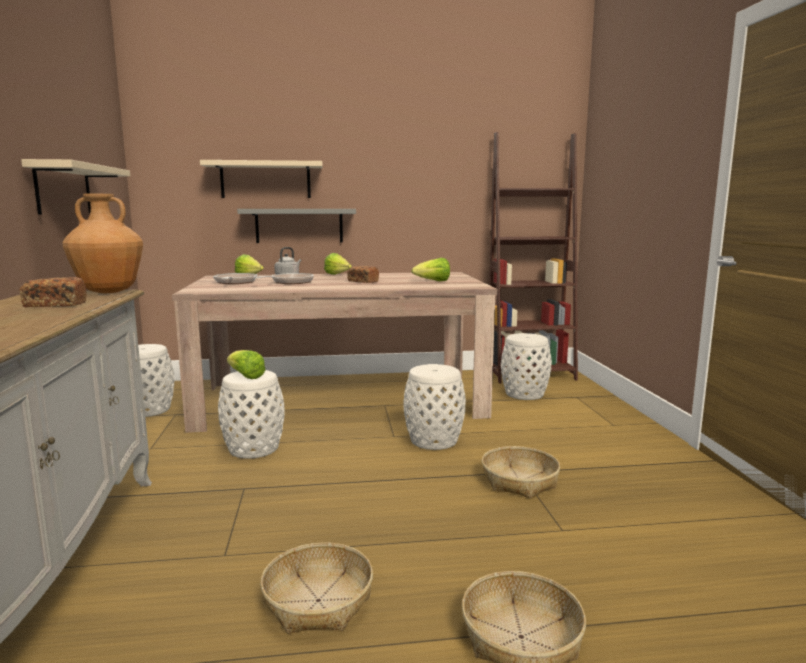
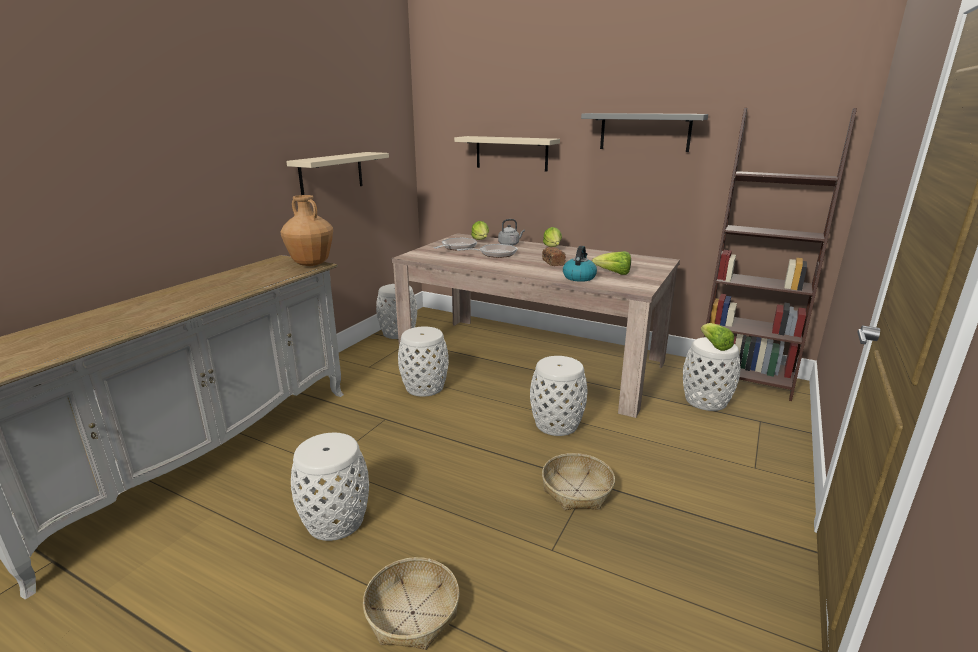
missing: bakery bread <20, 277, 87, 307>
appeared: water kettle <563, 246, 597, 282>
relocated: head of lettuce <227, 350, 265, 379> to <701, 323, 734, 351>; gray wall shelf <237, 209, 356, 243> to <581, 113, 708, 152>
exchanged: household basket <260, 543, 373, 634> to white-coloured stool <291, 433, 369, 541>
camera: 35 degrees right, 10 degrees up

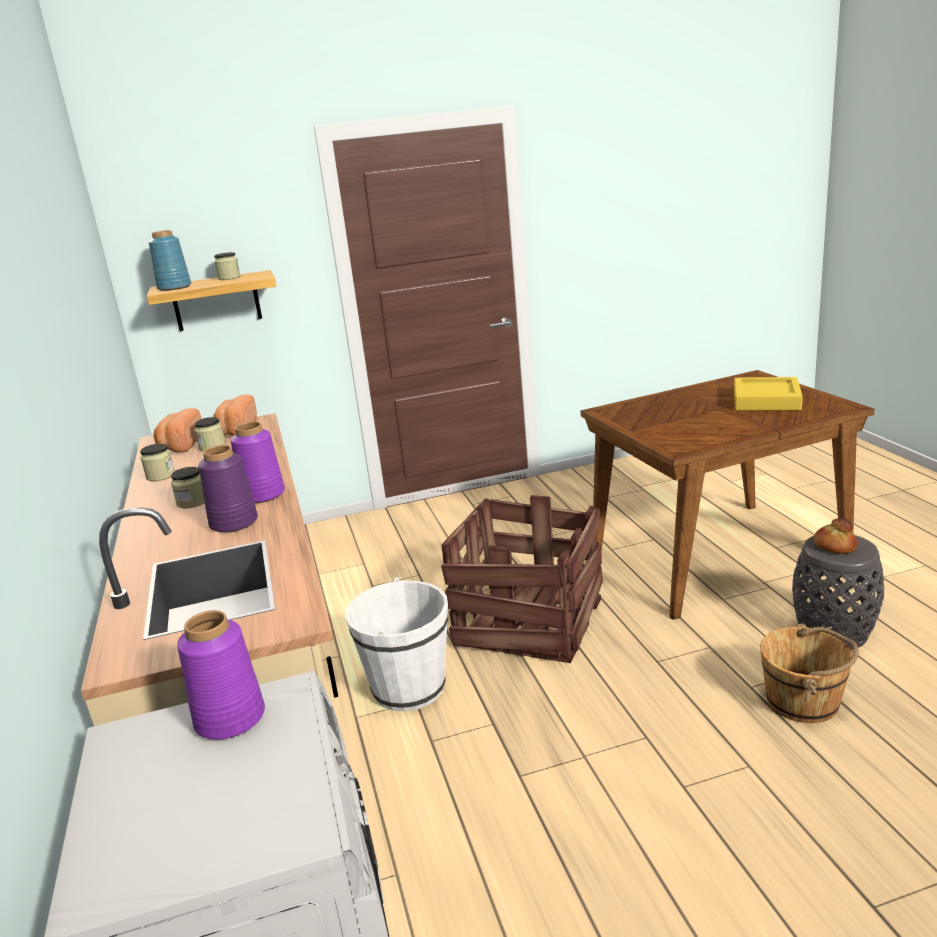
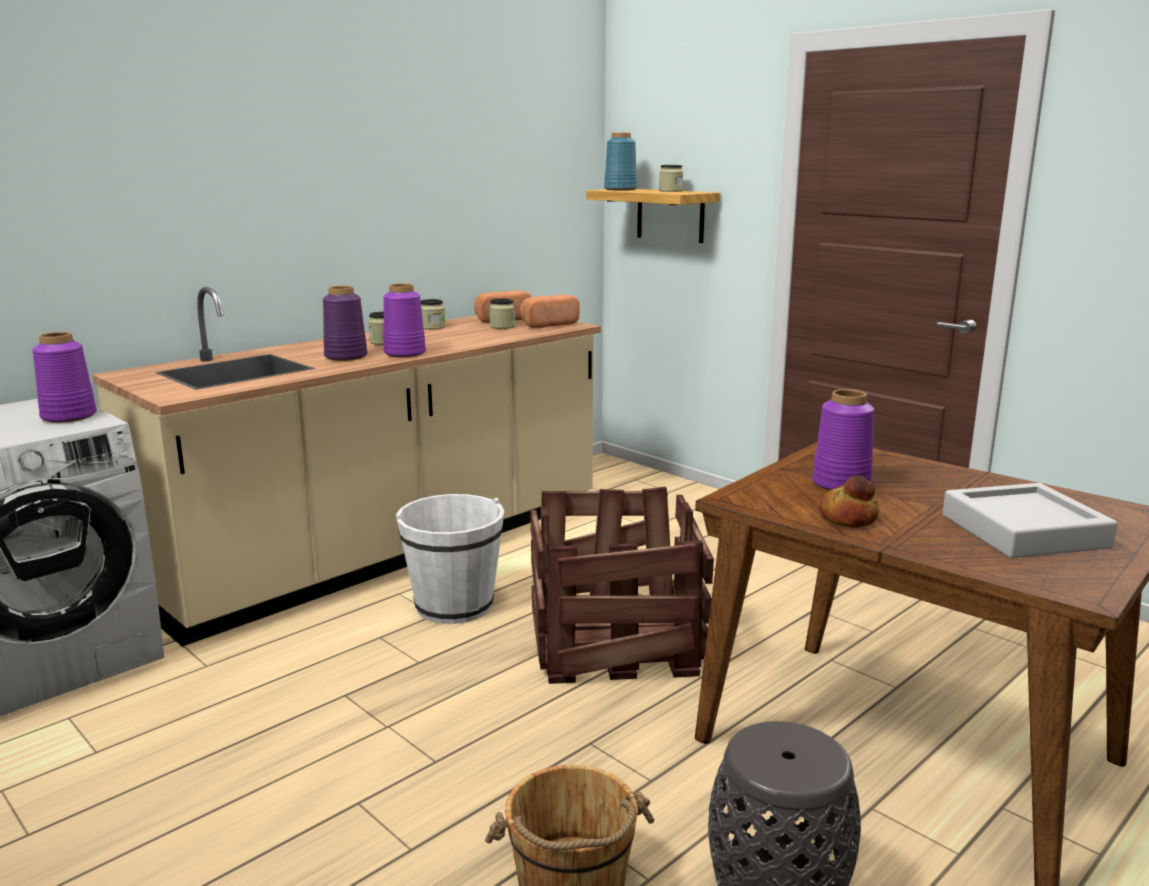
appeared: purple decorative vase <812, 389, 874, 491>
relocated: bakery bread <814, 518, 858, 554> to <819, 475, 880, 528>
colour: yellowish carrying tray <734, 377, 803, 411> to gray carrying tray <942, 483, 1118, 558>
camera: 60 degrees right, 5 degrees down

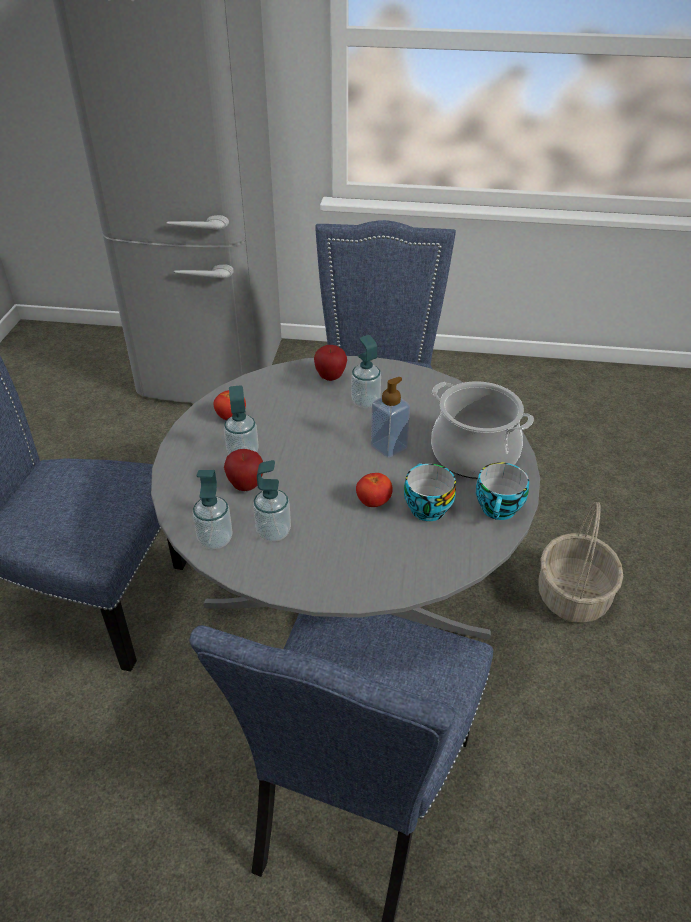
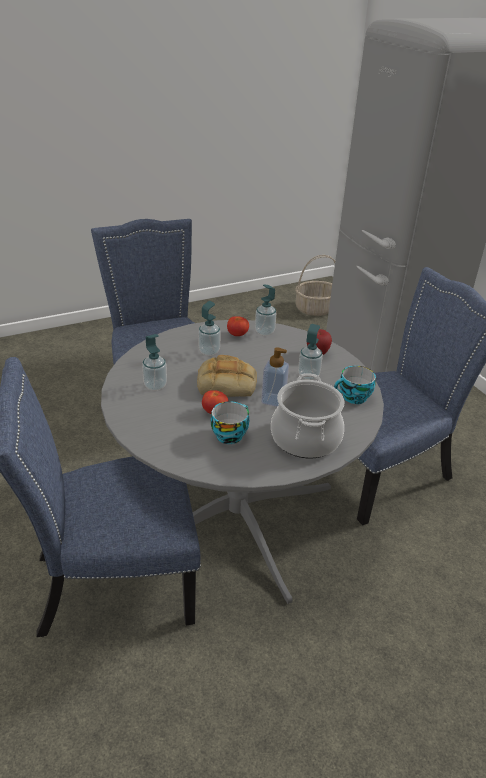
missing: apple fruit <224, 449, 263, 491>
appeared: bakery bread <197, 355, 257, 397>
relocated: soap bottle <193, 470, 233, 550> to <255, 285, 276, 336>; cup <476, 462, 529, 520> to <334, 366, 376, 404>; household basket <538, 502, 623, 623> to <295, 255, 335, 316>
camera: 55 degrees right, 5 degrees down

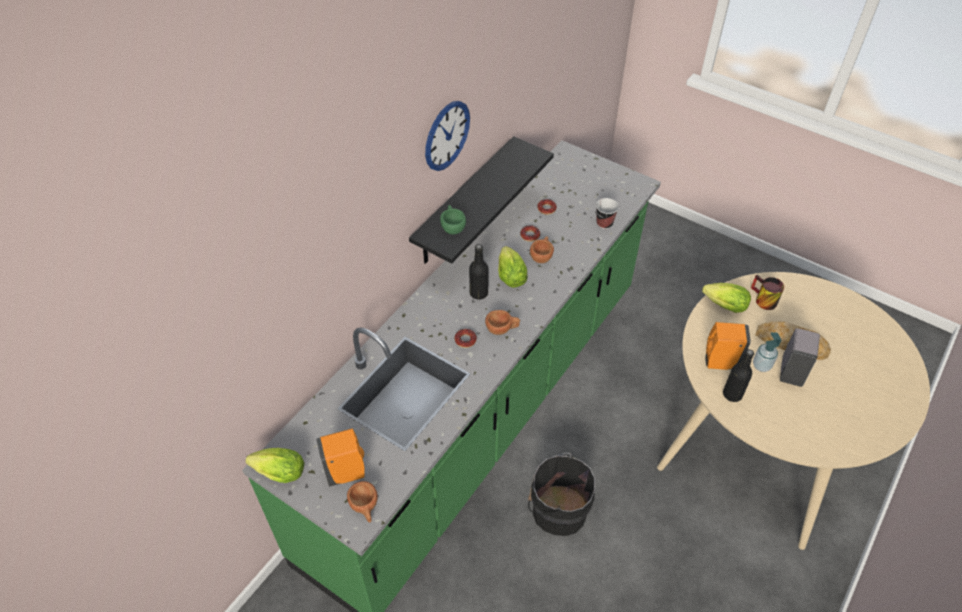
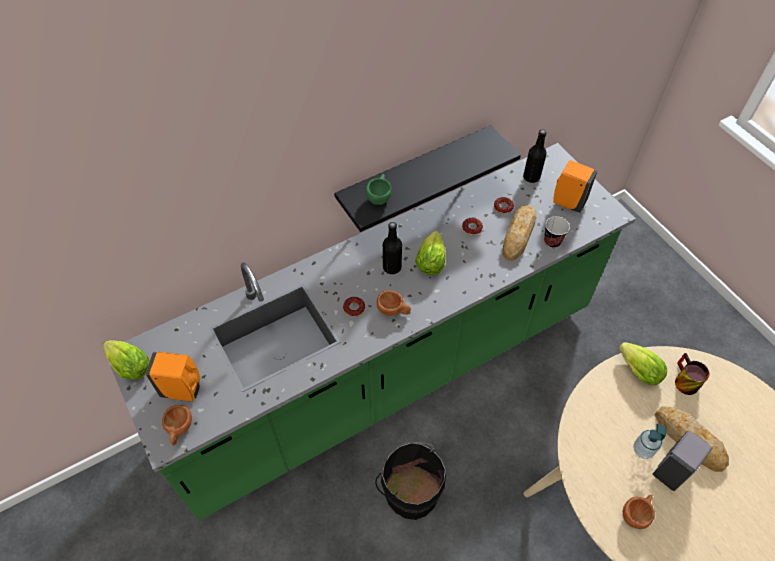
missing: clock on the wall <425, 101, 470, 171>
appeared: bakery bread <503, 205, 537, 261>
relocated: brown cup <530, 237, 554, 263> to <623, 494, 655, 529>; orangey soap bottle <705, 322, 751, 370> to <553, 160, 598, 213>; black beverage bottle <723, 349, 754, 402> to <523, 129, 547, 183>
camera: 25 degrees right, 5 degrees up

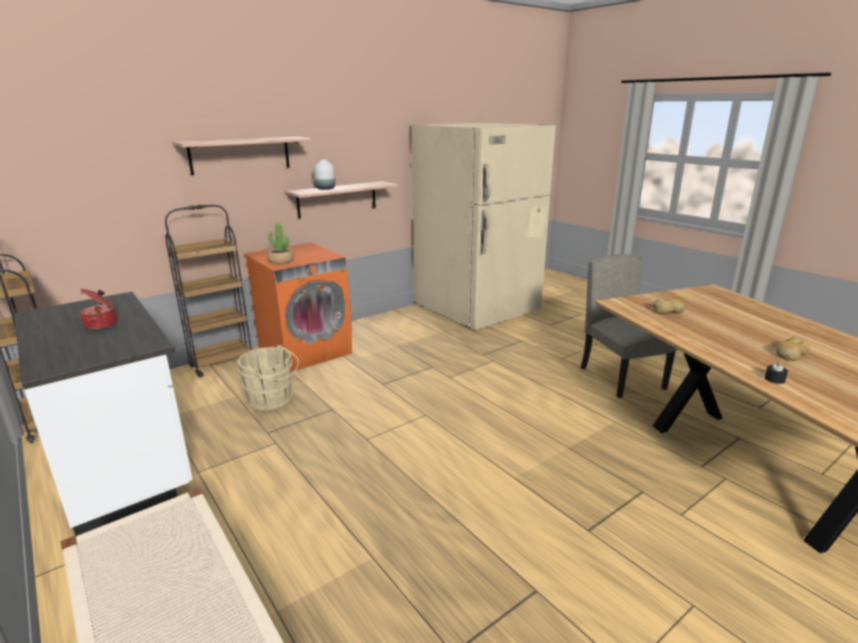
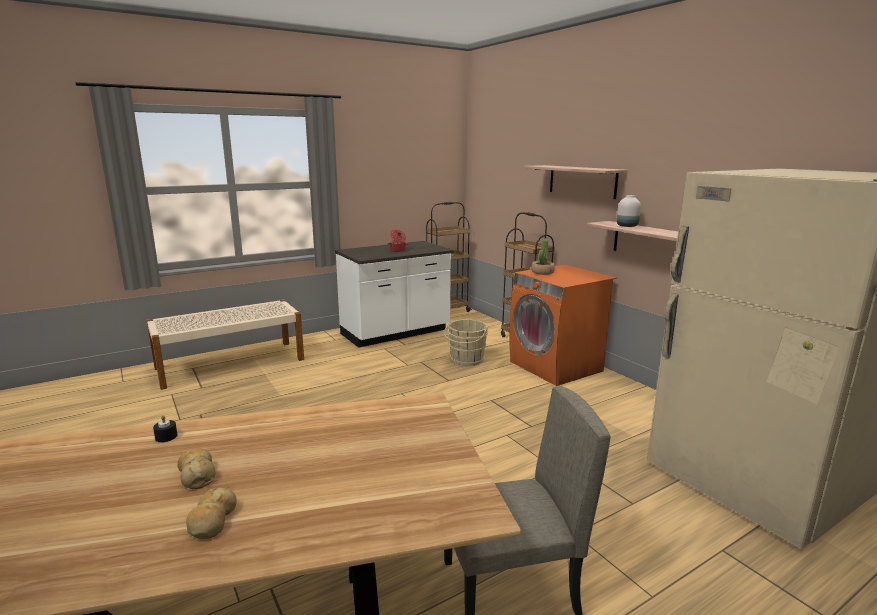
relocated: bakery bread <652, 299, 685, 314> to <186, 486, 237, 539>
camera: 95 degrees right, 5 degrees down

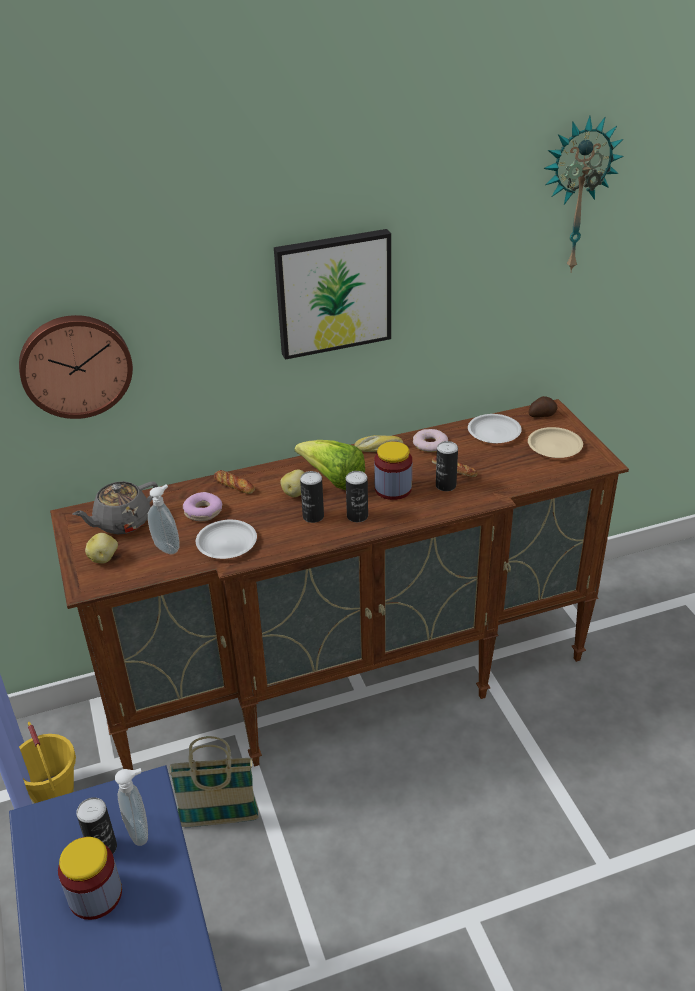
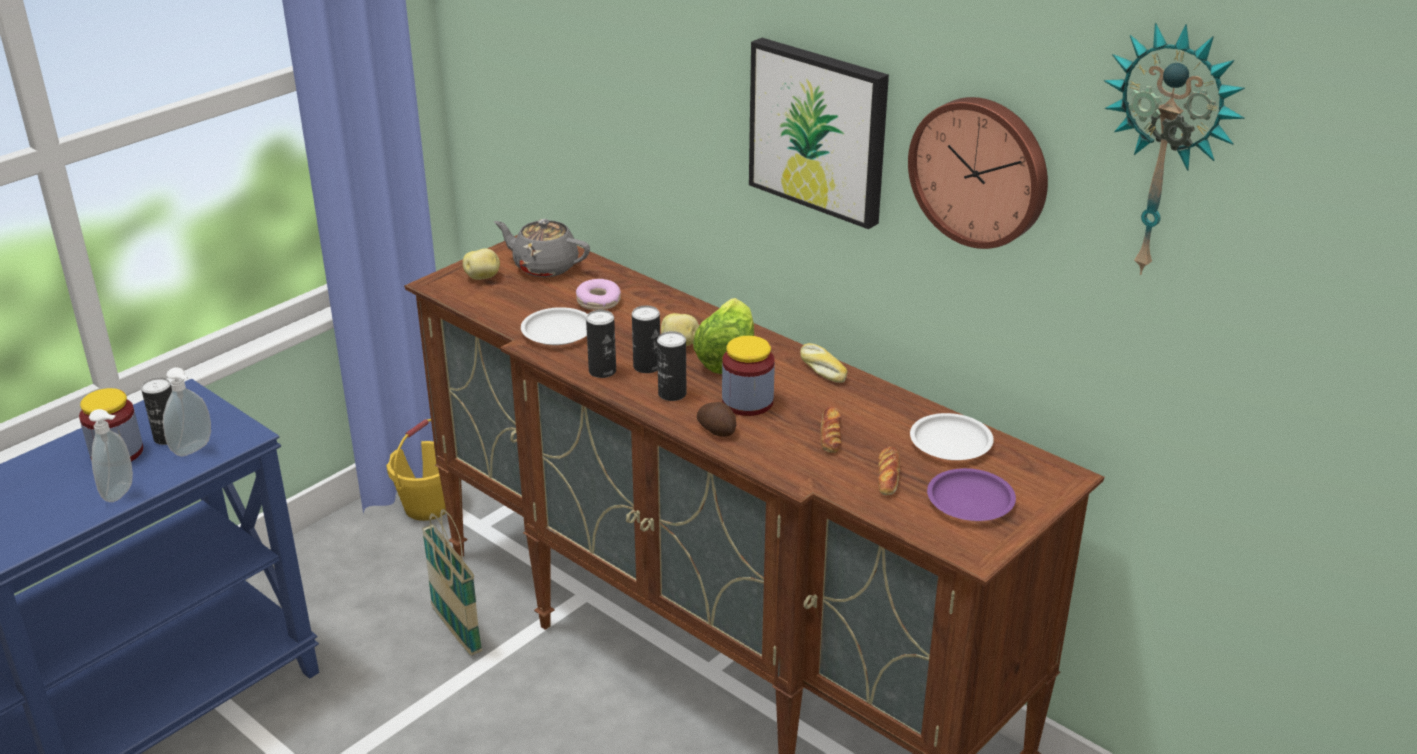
missing: ring doughnut <413, 429, 448, 452>
relocated: clock on the wall <19, 315, 133, 419> to <908, 97, 1048, 249>; soap bottle <148, 485, 180, 554> to <89, 409, 133, 502>; bakery bread <214, 470, 255, 494> to <878, 446, 900, 495>; sealed can <436, 441, 458, 491> to <586, 310, 616, 378>; potato <529, 396, 558, 418> to <697, 402, 736, 437>
colour: beige-coloured flat dish <528, 427, 583, 458> to purple flat dish <927, 468, 1016, 521>
camera: 60 degrees right, 5 degrees down

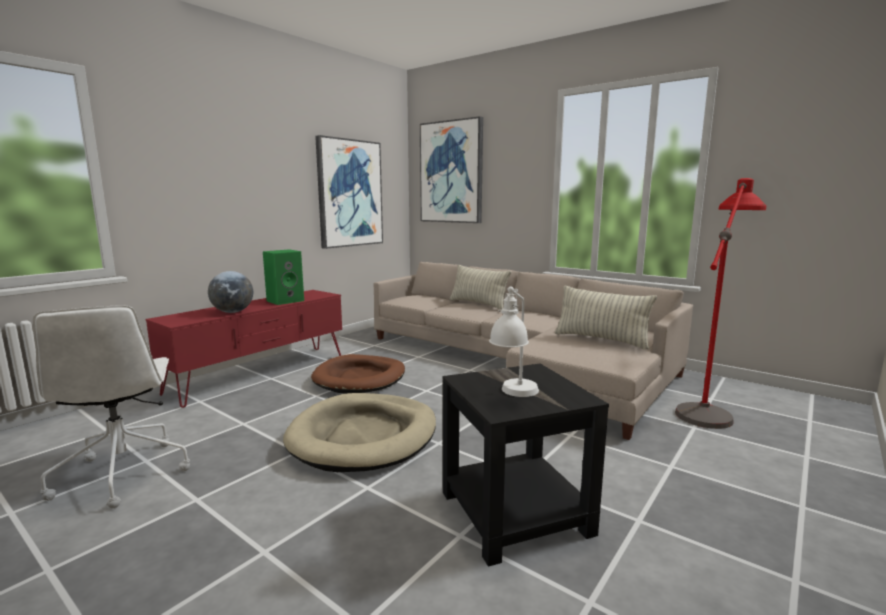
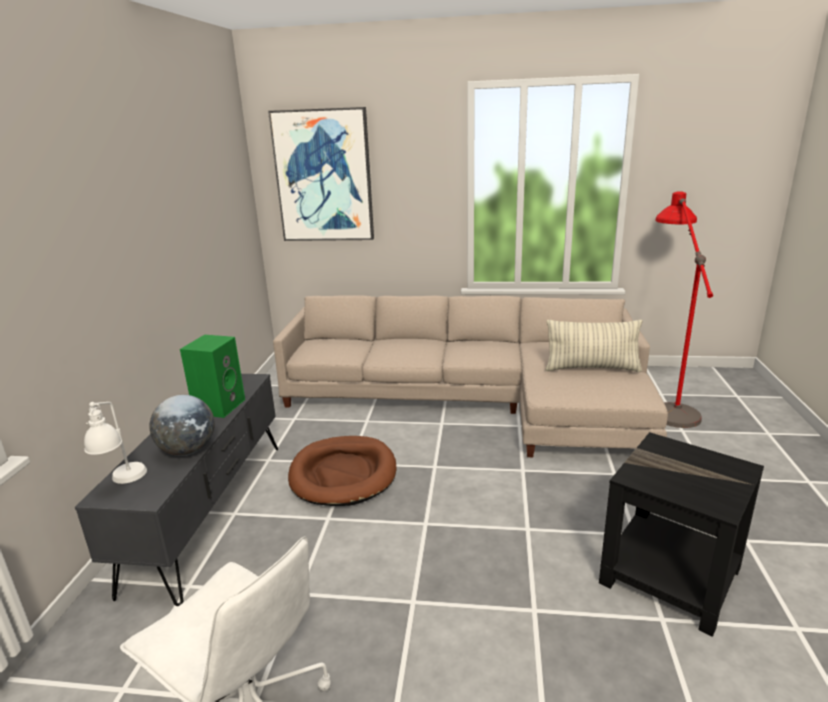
missing: beige-coloured dog cushion <283, 393, 436, 472>; picture <315, 135, 383, 249>; cushion <450, 265, 511, 310>
relocated: white-coloured tabletop lamp <489, 286, 539, 397> to <84, 402, 147, 484>
colour: red media console <145, 290, 342, 408> to gray media console <75, 374, 278, 606>
camera: 30 degrees left, 10 degrees up

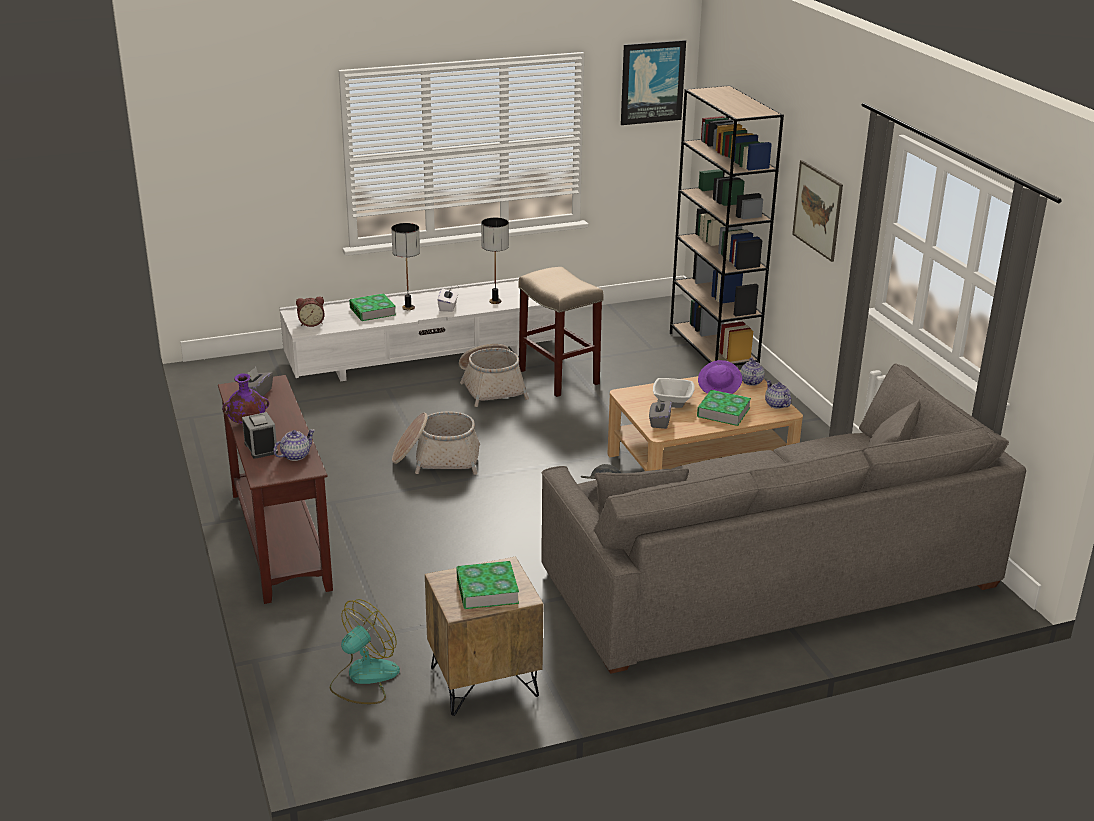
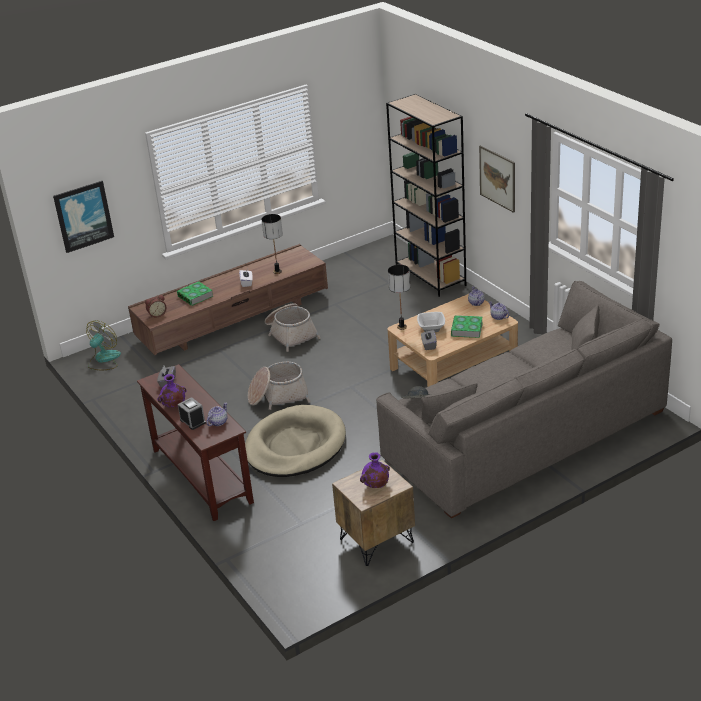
missing: beige-coloured stool <518, 267, 603, 397>; purple clothing hat <698, 360, 742, 394>
appeared: beige-coloured dog cushion <245, 405, 346, 477>
relocated: cooling fan <330, 599, 400, 704> to <86, 320, 121, 370>; tabletop lamp <391, 223, 420, 310> to <388, 265, 410, 330>; picture <621, 40, 686, 125> to <53, 181, 114, 253>
exchanged: volume <456, 561, 519, 609> to purple decorative vase <360, 452, 390, 488>
colour: white-coloured media console <280, 278, 555, 381> to brown media console <128, 244, 328, 355>
camera: 10 degrees left, 5 degrees up

